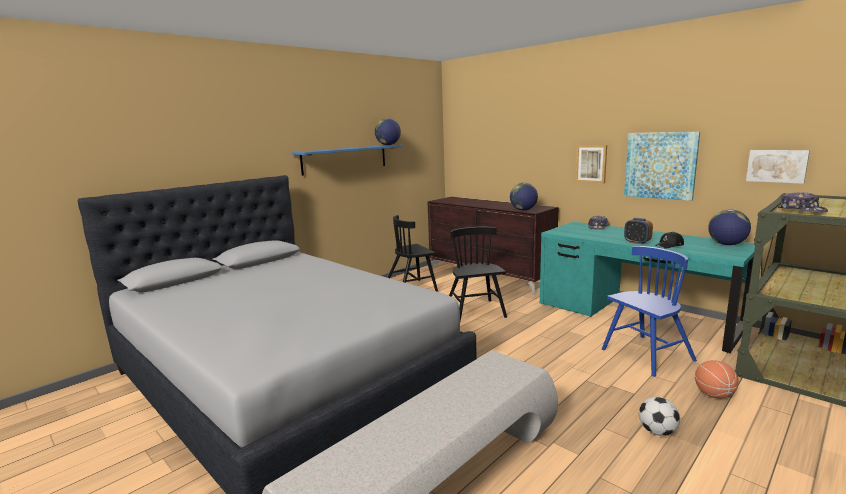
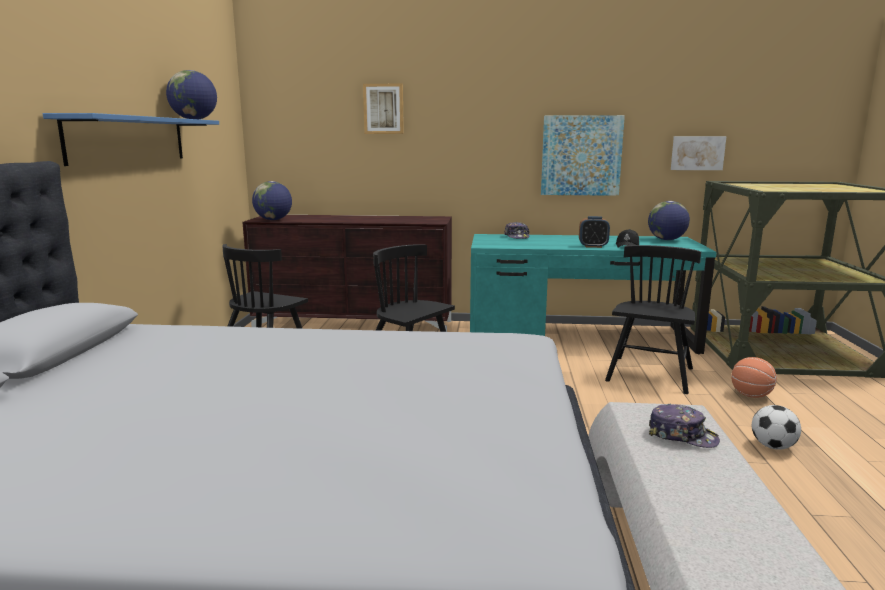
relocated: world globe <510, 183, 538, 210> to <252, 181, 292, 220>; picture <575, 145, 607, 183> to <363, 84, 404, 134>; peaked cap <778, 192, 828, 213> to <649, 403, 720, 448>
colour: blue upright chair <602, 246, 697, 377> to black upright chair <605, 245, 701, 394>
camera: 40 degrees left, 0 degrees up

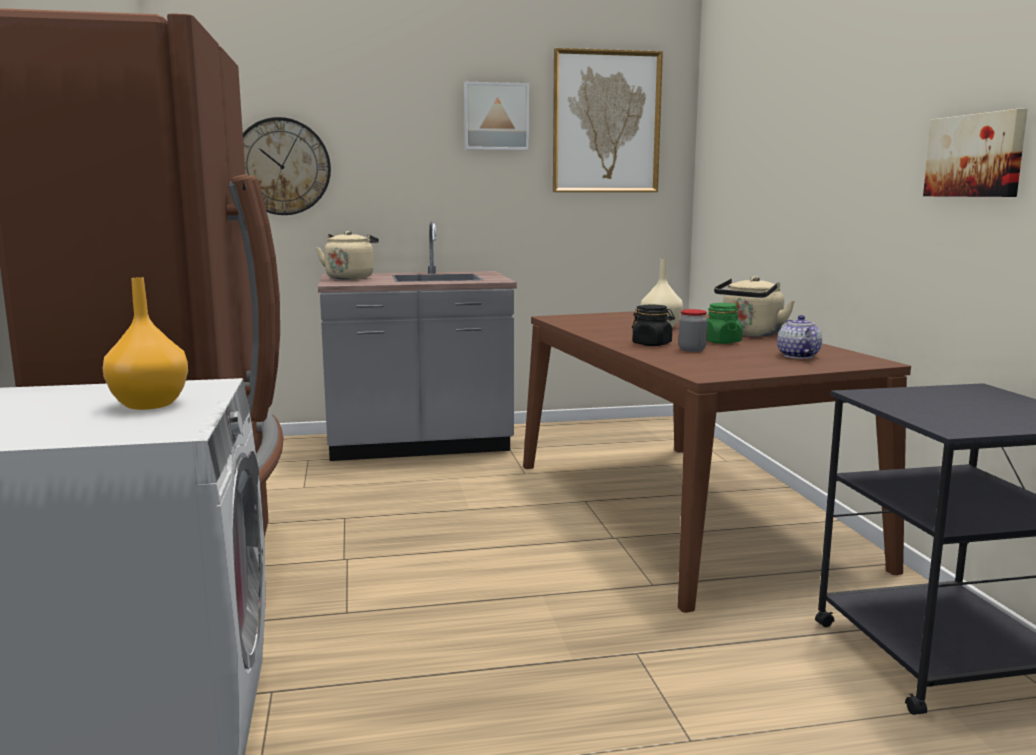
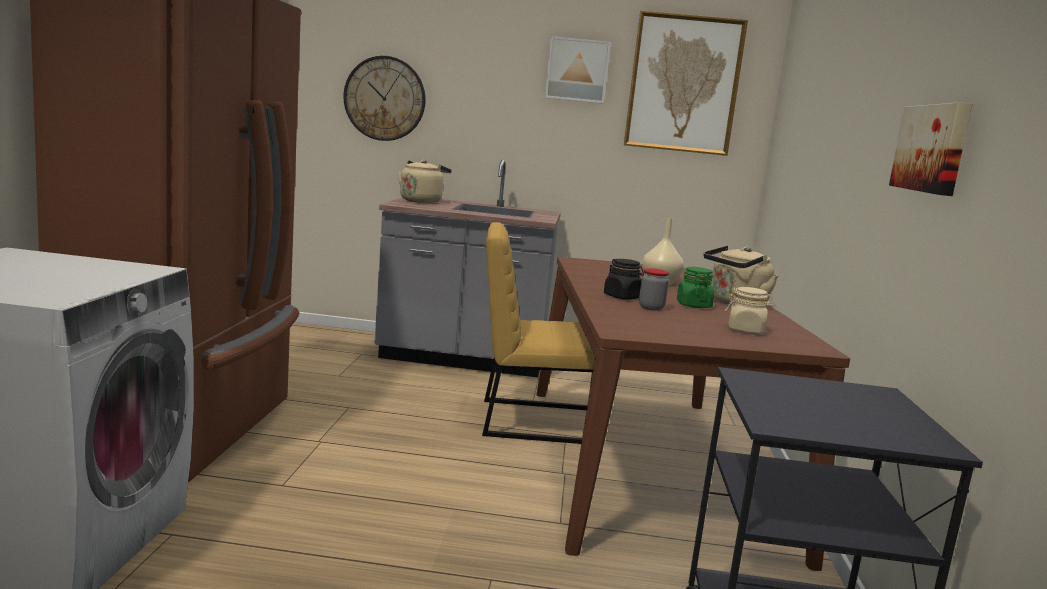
missing: orangey decorative vase <102, 277, 188, 410>
appeared: yellowish upright chair <482, 222, 595, 444>
exchanged: tea pot <777, 315, 822, 359> to beige-coloured preserve jar <725, 287, 775, 334>
camera: 15 degrees right, 0 degrees up

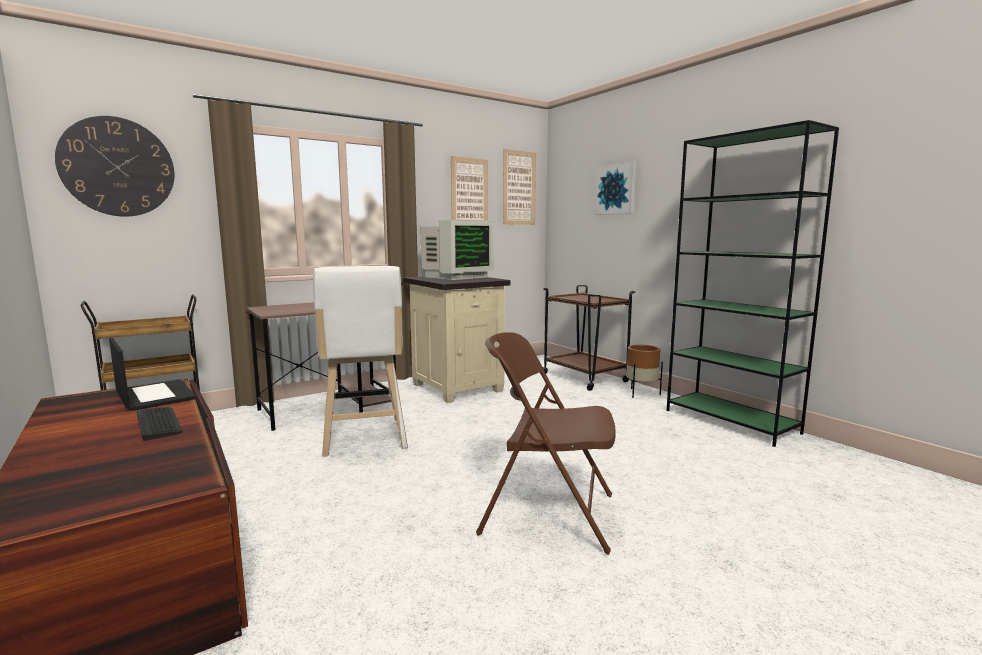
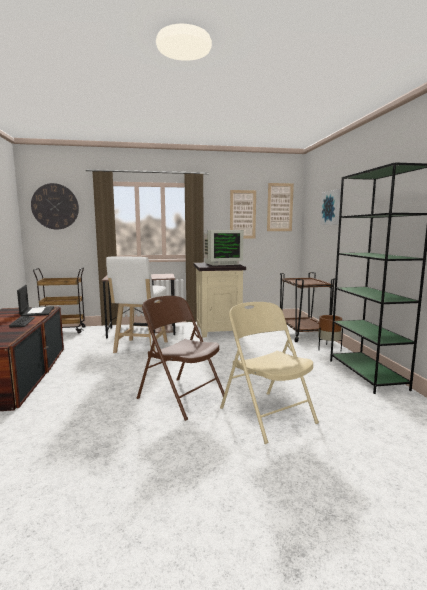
appeared: beige-coloured upright chair <220, 302, 319, 444>
camera: 25 degrees right, 0 degrees up

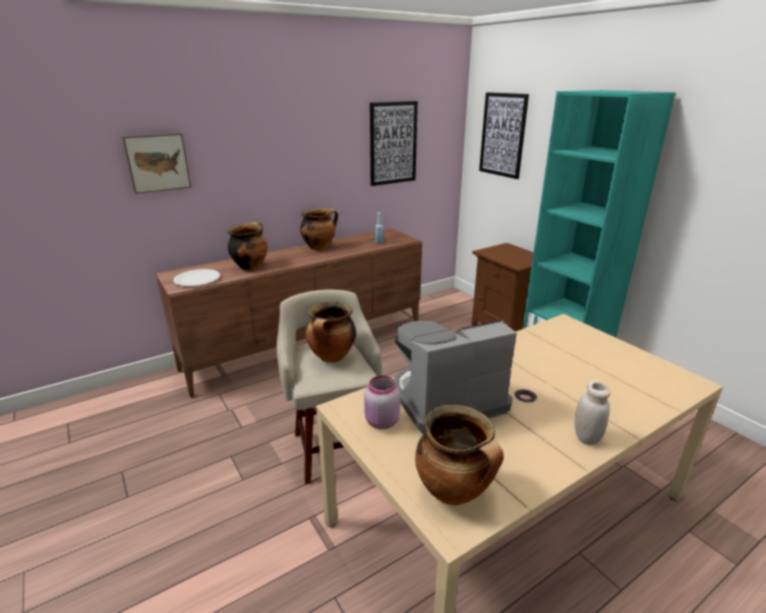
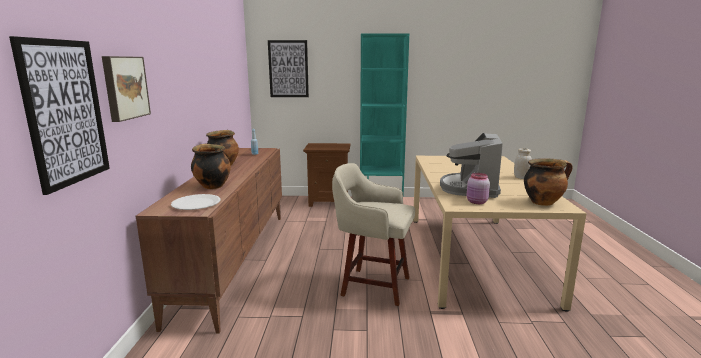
missing: stockpot <306, 302, 356, 363>
relocated: picture <370, 101, 418, 186> to <9, 36, 110, 195>
camera: 55 degrees left, 10 degrees down

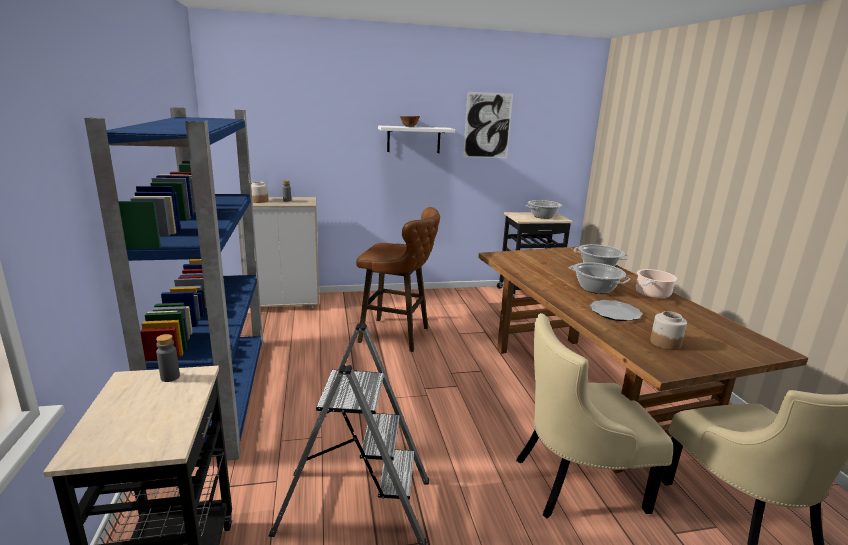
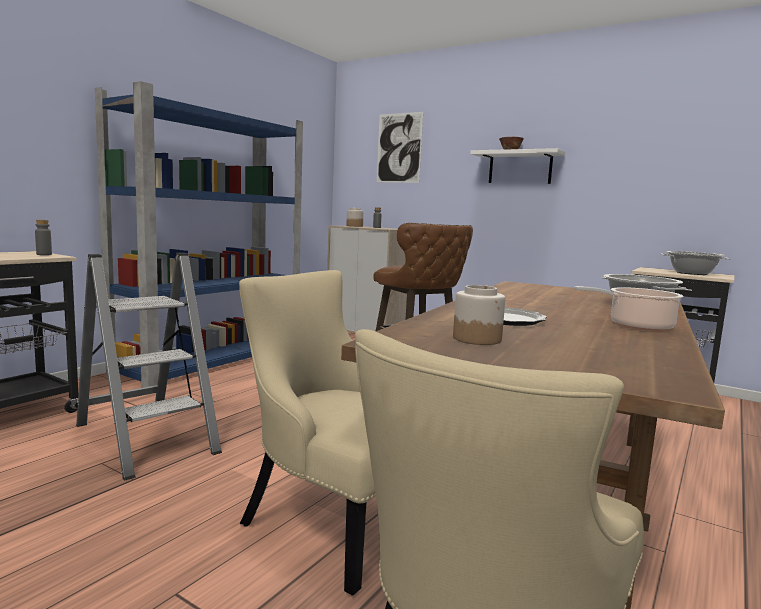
missing: stockpot <569, 262, 631, 294>
relocated: picture <463, 92, 513, 158> to <377, 112, 423, 183>
camera: 45 degrees right, 10 degrees down

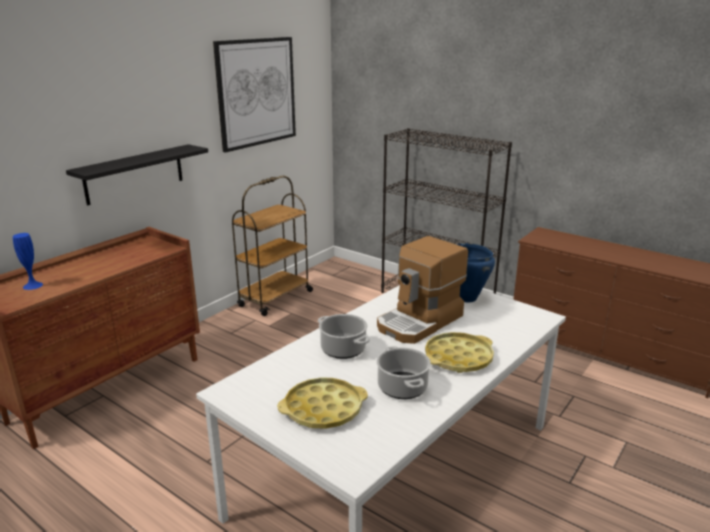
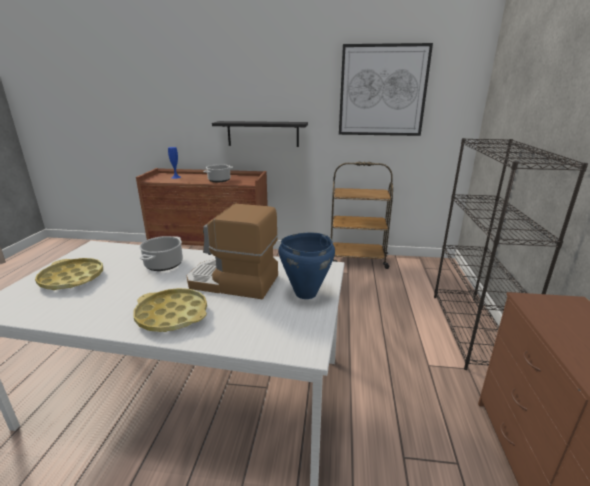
relocated: stockpot <377, 346, 431, 399> to <203, 164, 233, 182>
camera: 60 degrees right, 0 degrees up

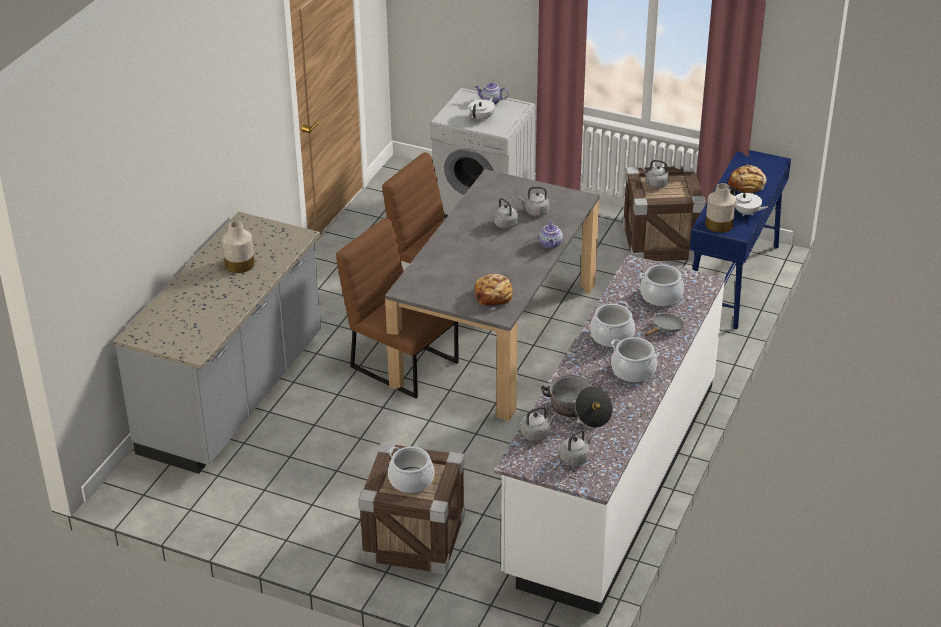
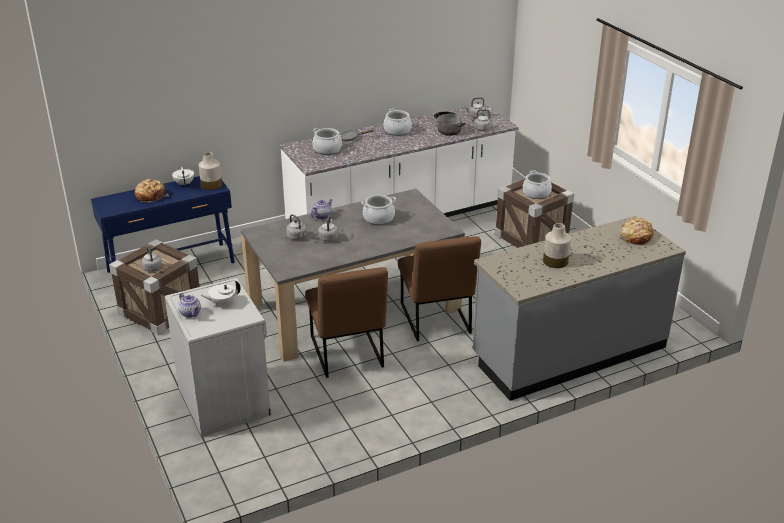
relocated: bakery bread <475, 274, 514, 310> to <620, 218, 653, 245>; stockpot <590, 301, 635, 348> to <361, 195, 396, 225>
camera: 140 degrees left, 5 degrees down

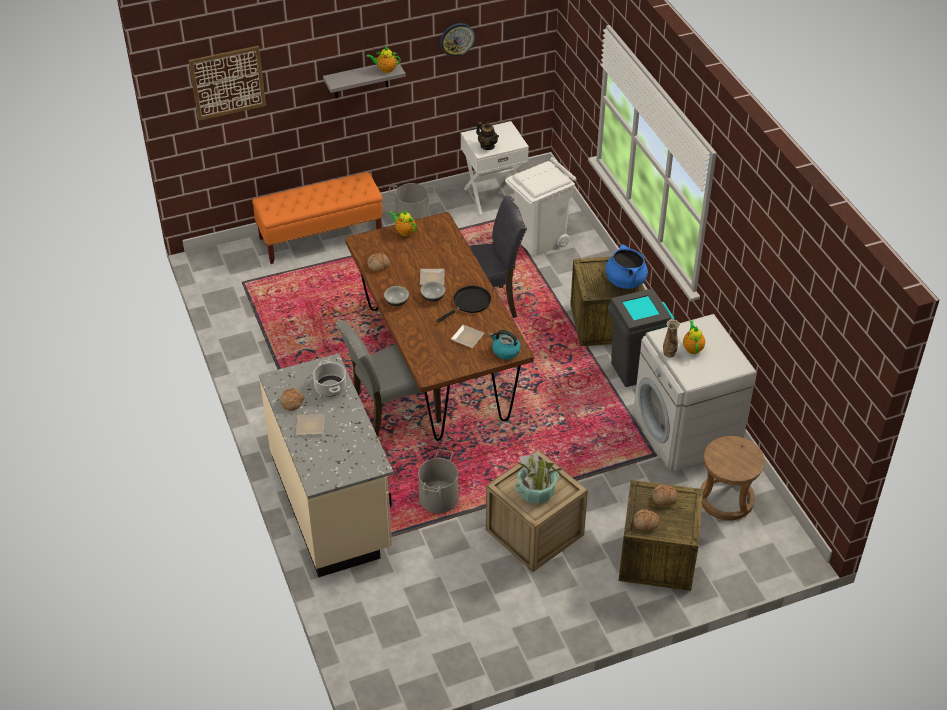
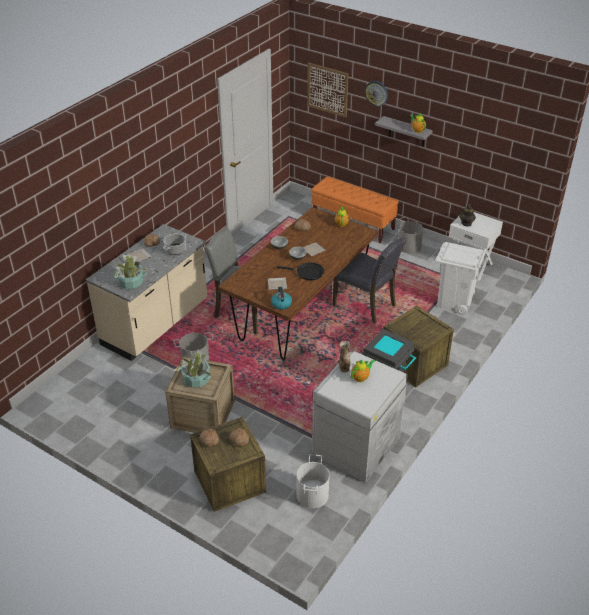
missing: blue stockpot <605, 244, 648, 289>
appeared: potted plant <113, 255, 148, 289>
relocated: clock on the wall <440, 23, 475, 57> to <364, 81, 388, 107>
exchanged: brown stool <700, 436, 765, 521> to white-coloured water bucket <297, 454, 330, 508>
camera: 55 degrees right, 5 degrees down

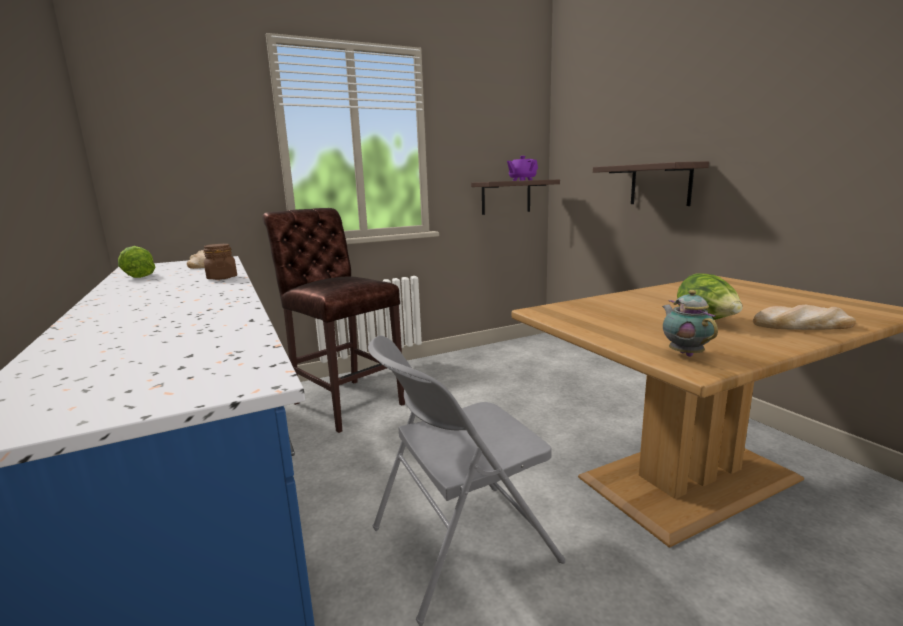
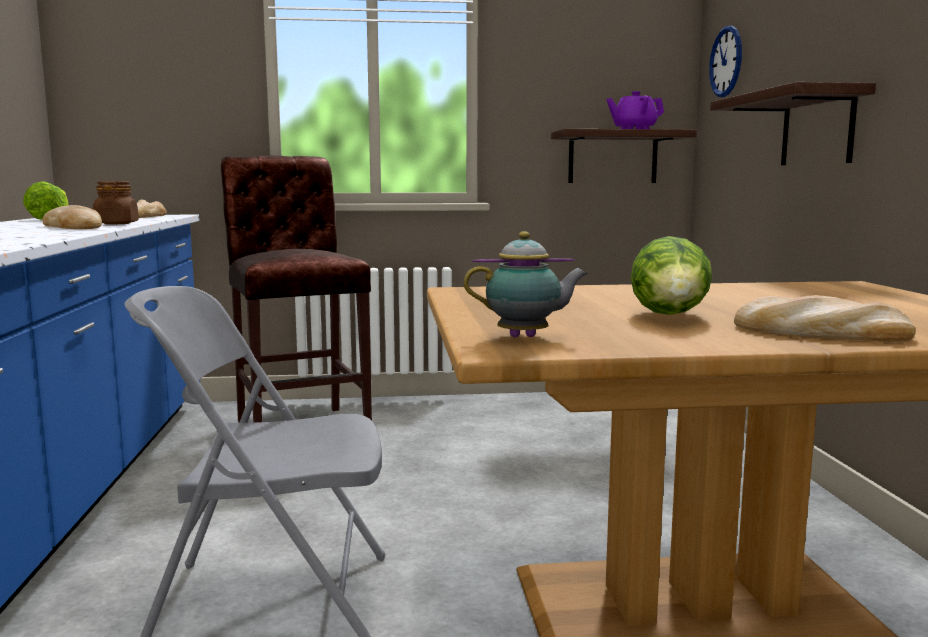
appeared: bakery bread <42, 205, 102, 229>; clock on the wall <709, 26, 742, 97>
spun: tea pot <662, 290, 718, 357> = <463, 231, 588, 337> 75 degrees clockwise
camera: 20 degrees right, 5 degrees down

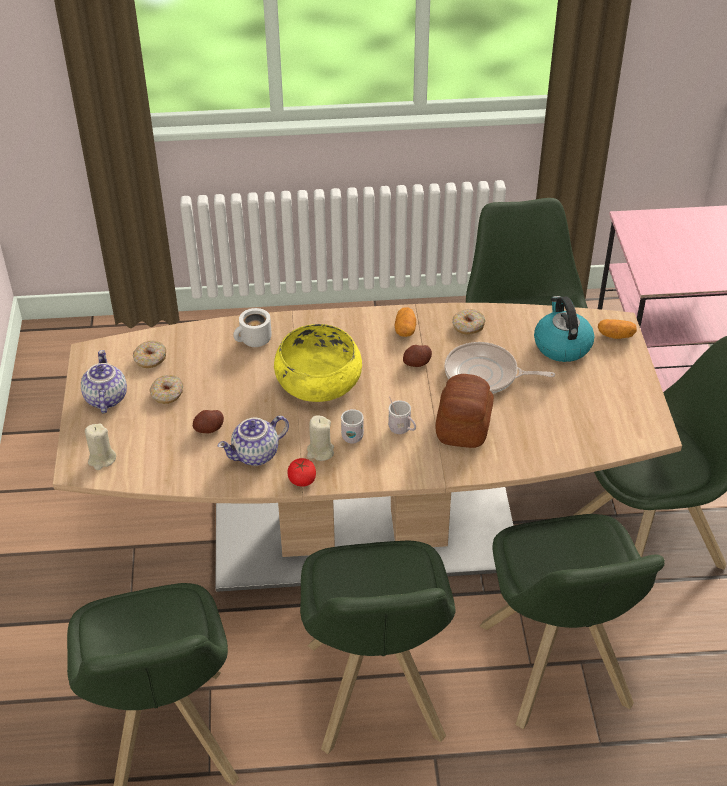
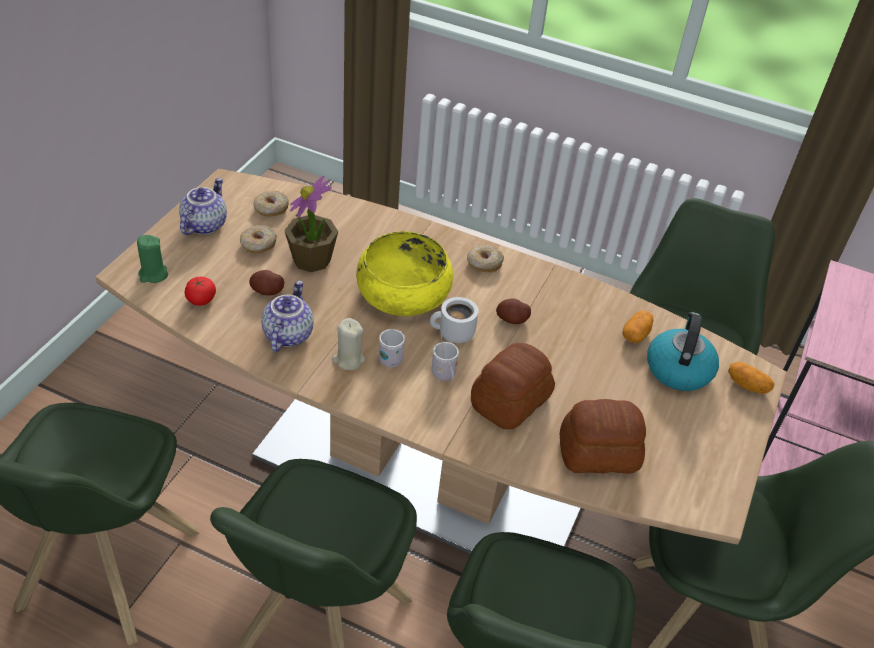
missing: frying pan <444, 342, 555, 394>
appeared: potted plant <284, 176, 338, 272>; bakery bread <560, 399, 646, 474>
relocated: white-coloured tea mug <233, 308, 271, 347> to <430, 297, 478, 343>; fresh tomato <287, 458, 316, 486> to <185, 277, 216, 306>; potato <394, 307, 416, 337> to <622, 310, 653, 343>; ring doughnut <452, 309, 486, 335> to <467, 245, 504, 273>
colour: beige-coloured candle <85, 424, 116, 470> to greenish candle <137, 235, 168, 283>
spun: tea pot <218, 416, 289, 466> = <261, 281, 314, 352> 105 degrees clockwise
camera: 25 degrees right, 0 degrees up

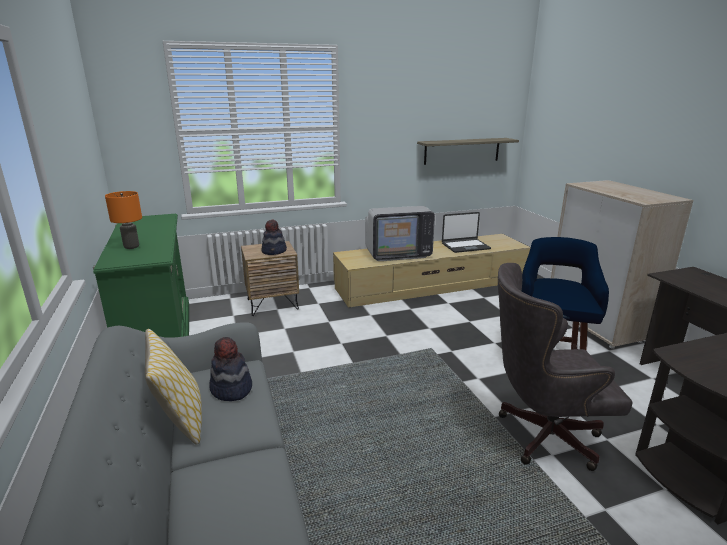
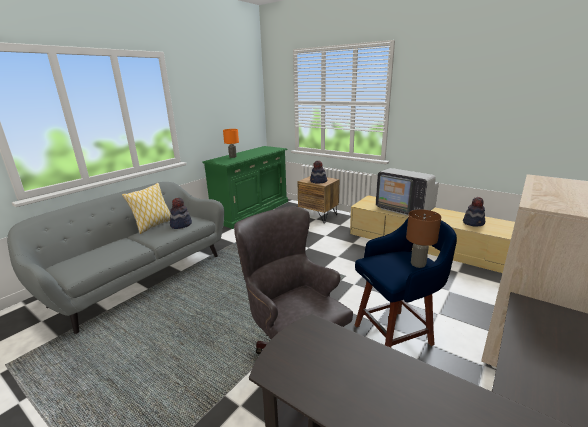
missing: wall shelf <417, 138, 519, 165>
appeared: brown tabletop lamp <406, 210, 441, 268>
exchanged: notebook computer <442, 212, 491, 253> to clothing hat <463, 197, 485, 226>
camera: 55 degrees right, 0 degrees up

